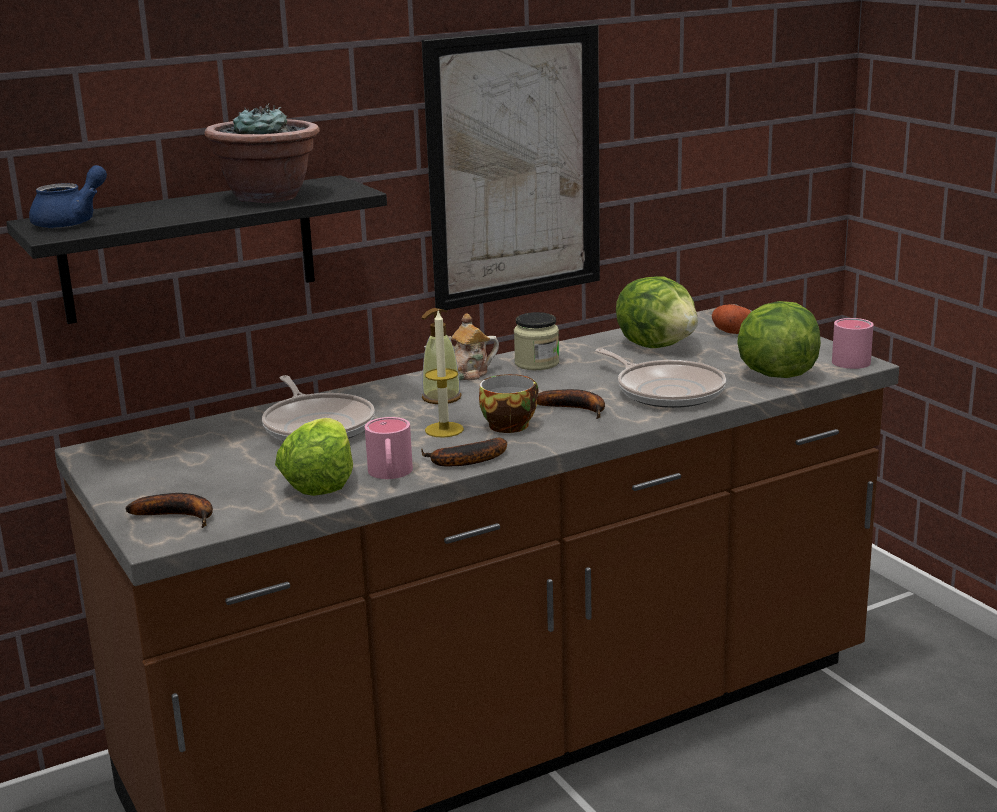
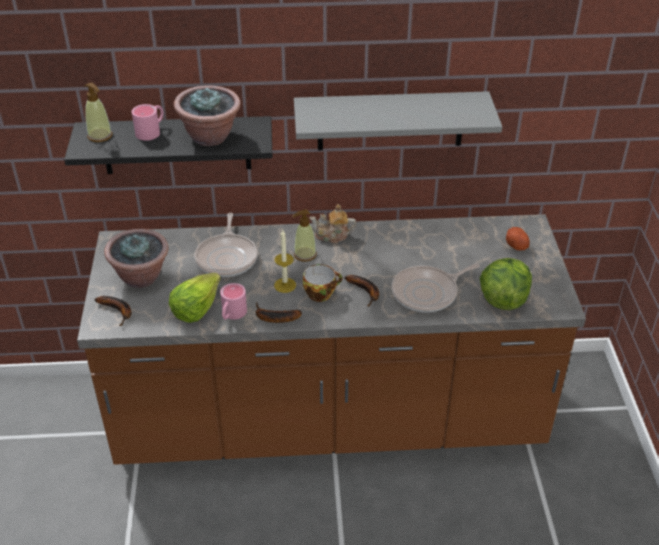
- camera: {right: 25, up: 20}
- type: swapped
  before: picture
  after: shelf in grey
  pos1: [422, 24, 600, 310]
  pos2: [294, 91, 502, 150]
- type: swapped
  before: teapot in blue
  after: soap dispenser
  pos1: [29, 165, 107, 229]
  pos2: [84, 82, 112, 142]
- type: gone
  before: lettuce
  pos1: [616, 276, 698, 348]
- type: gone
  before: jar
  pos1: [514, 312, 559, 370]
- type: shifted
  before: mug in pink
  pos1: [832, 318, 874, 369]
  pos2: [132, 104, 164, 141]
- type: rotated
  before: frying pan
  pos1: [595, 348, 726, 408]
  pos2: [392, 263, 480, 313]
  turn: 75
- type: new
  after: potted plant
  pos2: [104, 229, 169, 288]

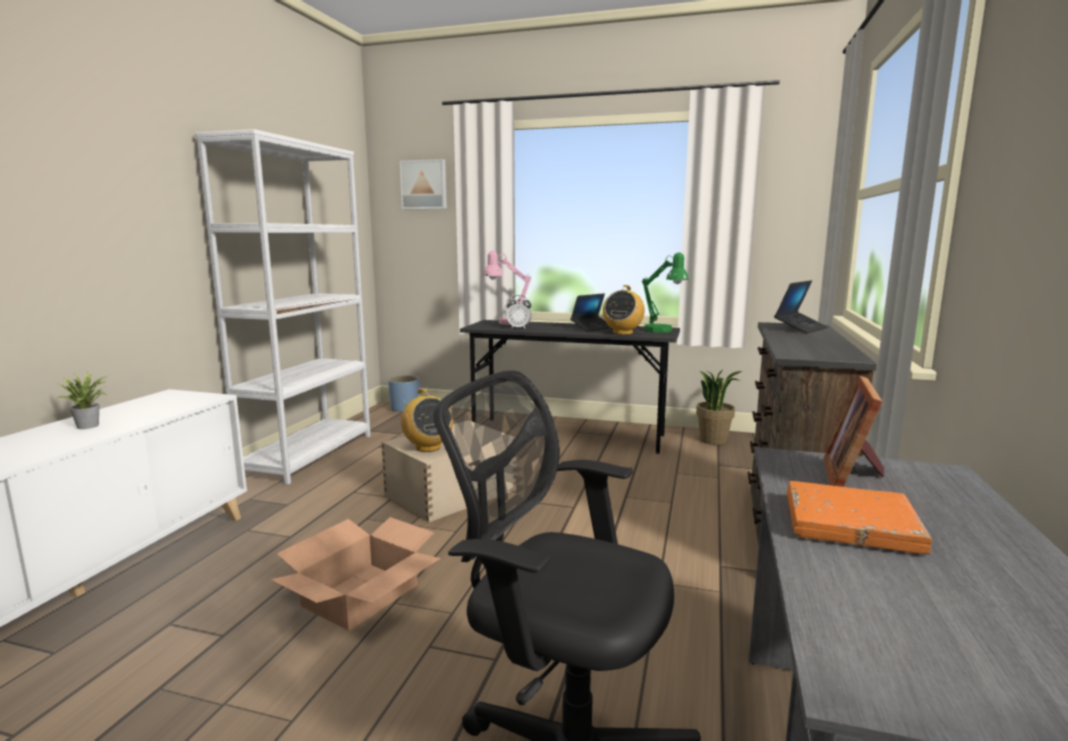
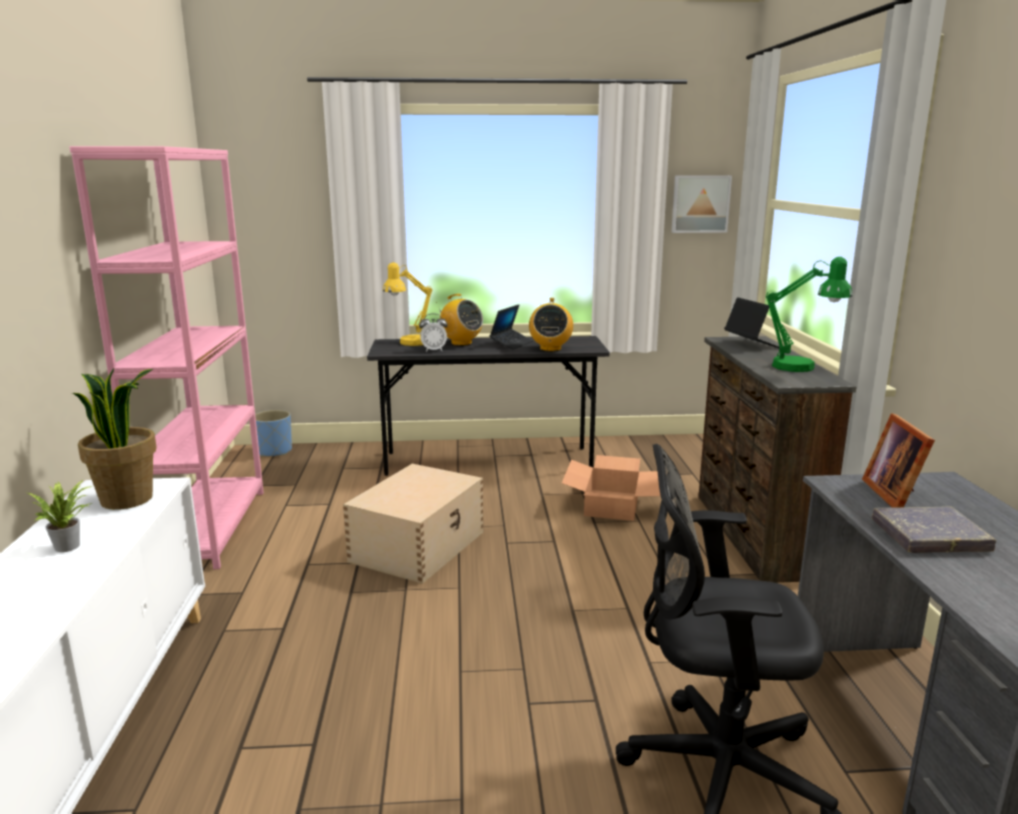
- camera: {right: -20, up: 5}
- type: repainted
  before: bookcase in white
  after: bookcase in pink
  pos1: [195, 129, 371, 485]
  pos2: [69, 146, 264, 569]
- type: shifted
  before: picture
  pos1: [399, 159, 447, 209]
  pos2: [671, 175, 732, 233]
- type: repainted
  before: table lamp in pink
  after: table lamp in yellow
  pos1: [483, 251, 531, 325]
  pos2: [383, 262, 433, 346]
- type: shifted
  before: table lamp in green
  pos1: [642, 253, 689, 333]
  pos2: [766, 257, 852, 372]
- type: rotated
  before: laptop
  pos1: [774, 280, 828, 334]
  pos2: [724, 297, 780, 348]
  turn: -45
- type: shifted
  before: potted plant
  pos1: [696, 370, 742, 445]
  pos2: [72, 368, 157, 510]
- type: shifted
  before: radio
  pos1: [401, 389, 453, 452]
  pos2: [436, 294, 483, 346]
- type: repainted
  before: book in orange
  after: book in grey
  pos1: [787, 481, 932, 555]
  pos2: [872, 506, 996, 553]
- type: shifted
  before: cardboard box
  pos1: [270, 517, 441, 631]
  pos2: [562, 455, 660, 521]

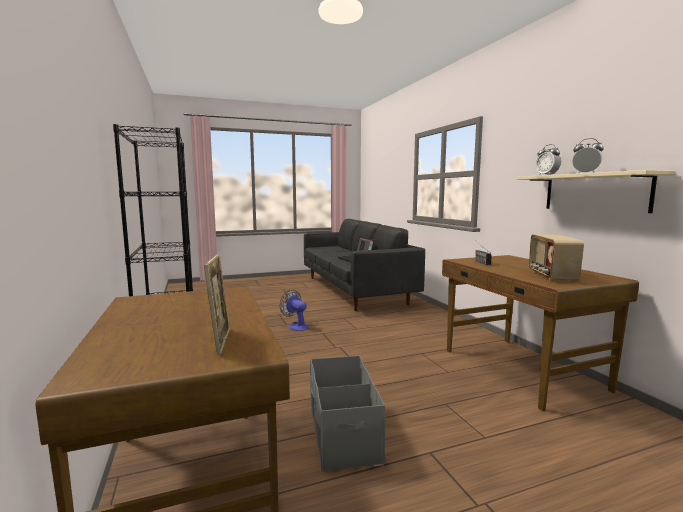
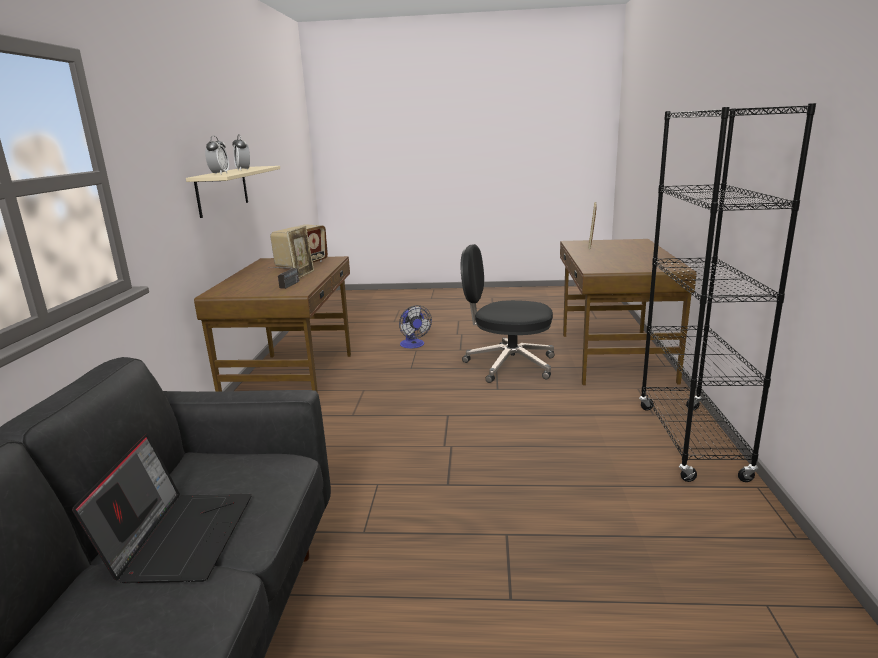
- camera: {right: -155, up: 10}
- type: shifted
  before: fan
  pos1: [280, 290, 309, 331]
  pos2: [399, 305, 432, 348]
- type: swapped
  before: storage box in grey
  after: office chair in black
  pos1: [310, 356, 386, 471]
  pos2: [461, 244, 554, 383]
- type: new
  after: picture frame
  pos2: [286, 226, 314, 279]

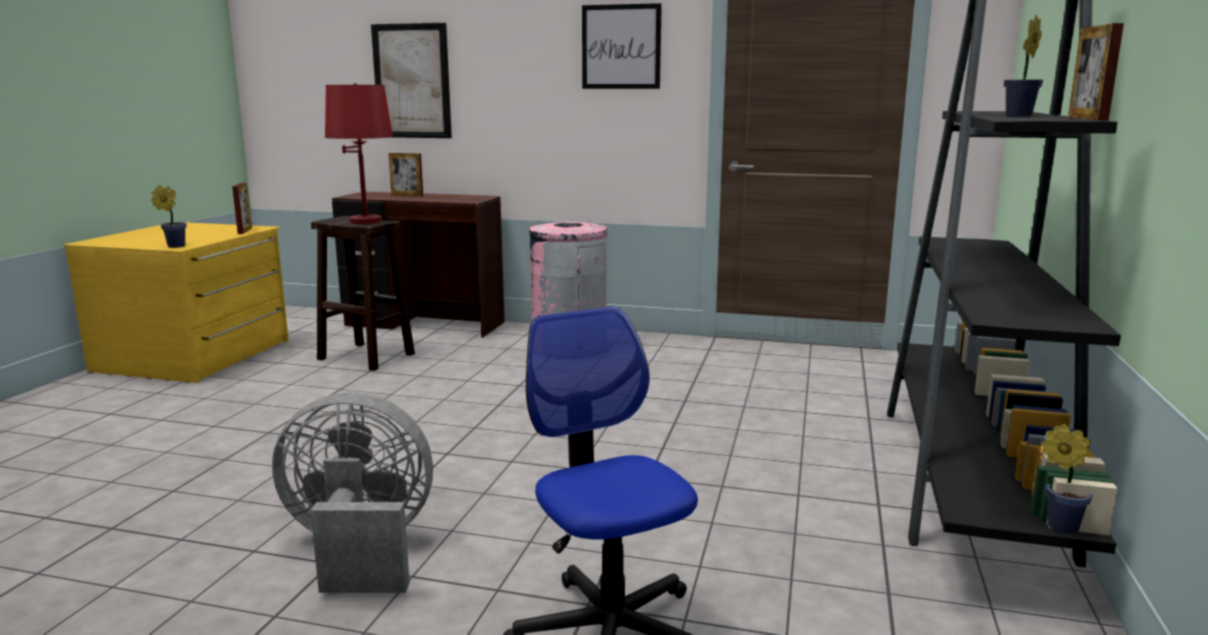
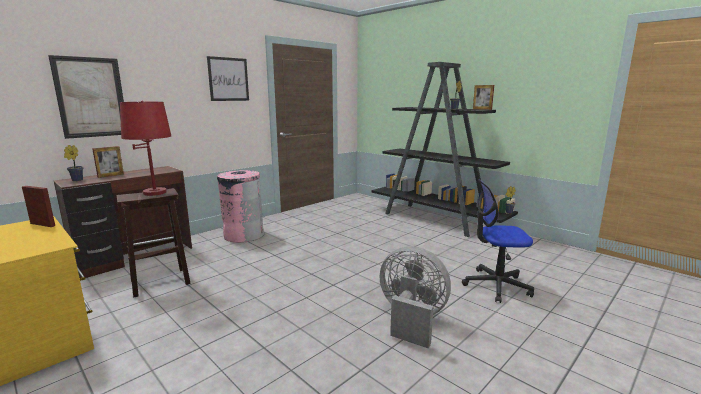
- camera: {right: -60, up: 0}
- type: shifted
  before: potted plant
  pos1: [151, 185, 186, 248]
  pos2: [64, 145, 83, 181]
- type: rotated
  before: fan in grey
  pos1: [272, 392, 433, 593]
  pos2: [380, 246, 451, 348]
  turn: 90

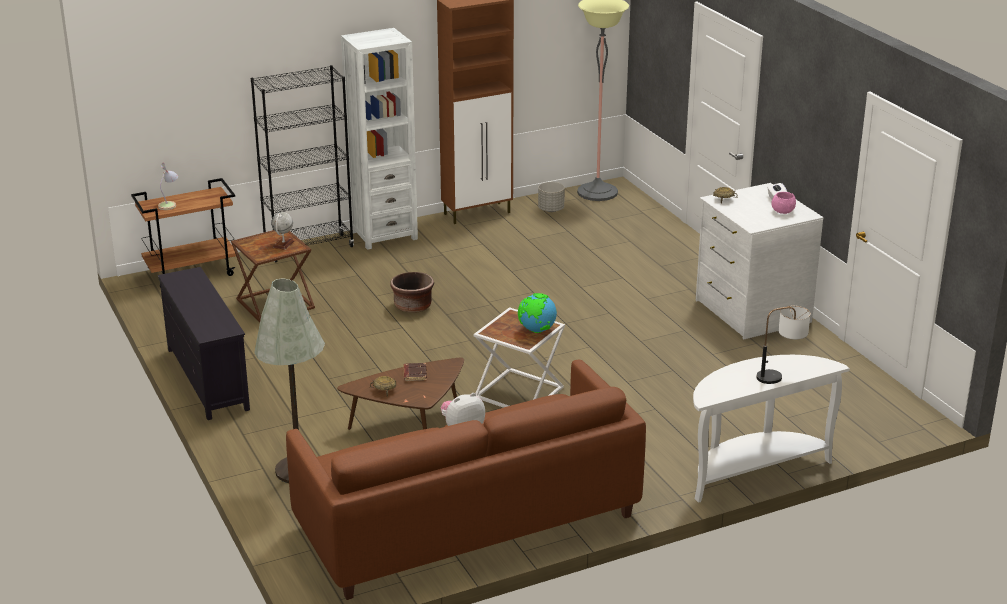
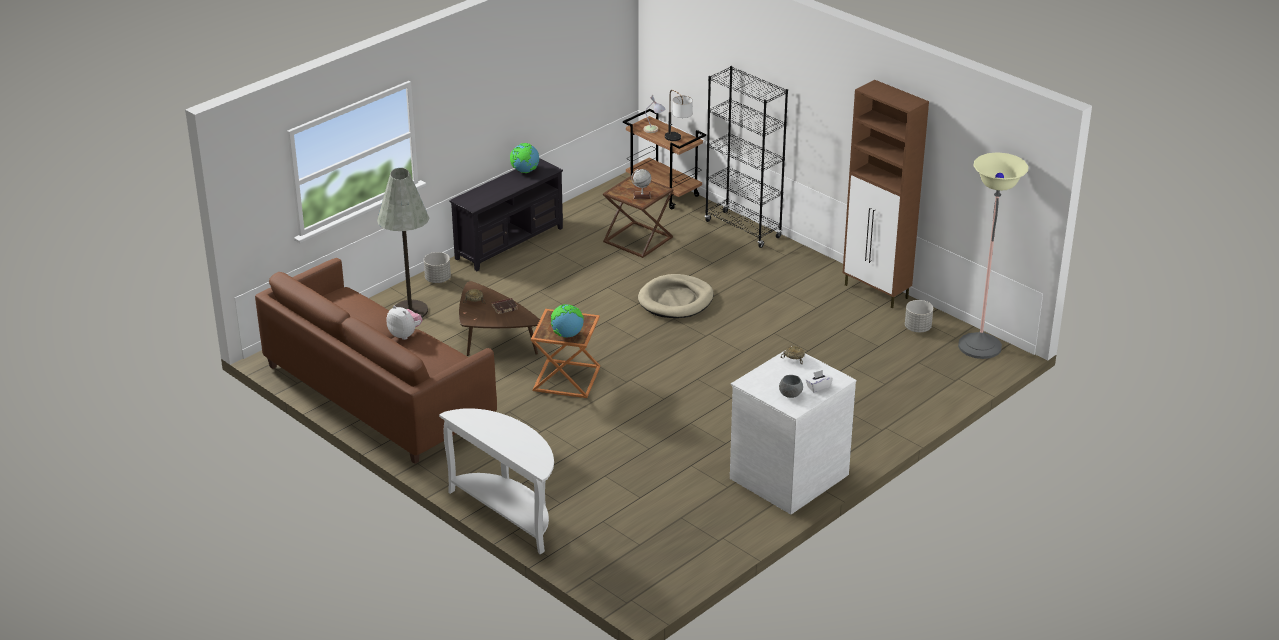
- camera: {right: 70, up: 5}
- type: gone
  before: bookcase in white
  pos1: [341, 28, 418, 250]
- type: repainted
  before: bowl in pink
  after: bowl in grey
  pos1: [771, 192, 796, 214]
  pos2: [779, 375, 803, 398]
- type: swapped
  before: planter in brown
  after: dog bed in beige
  pos1: [390, 272, 434, 313]
  pos2: [638, 274, 714, 318]
- type: shifted
  before: table lamp
  pos1: [756, 305, 810, 384]
  pos2: [665, 90, 693, 141]
- type: repainted
  before: side table in white
  after: side table in orange
  pos1: [474, 307, 565, 408]
  pos2: [531, 309, 600, 398]
- type: new
  after: globe
  pos2: [510, 143, 539, 173]
- type: new
  after: planter in grey
  pos2: [424, 252, 451, 283]

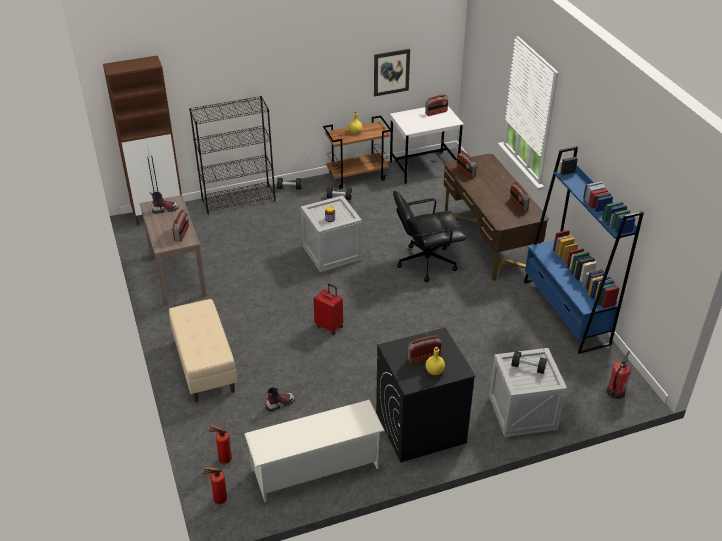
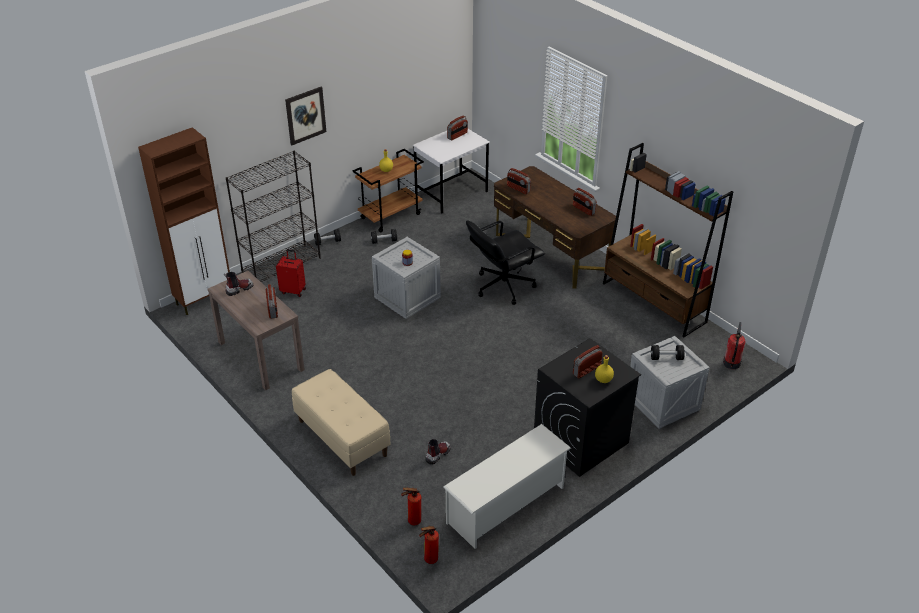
- camera: {right: -20, up: 0}
- type: shifted
  before: picture
  pos1: [374, 49, 410, 96]
  pos2: [285, 87, 326, 145]
- type: repainted
  before: bookcase in blue
  after: bookcase in brown
  pos1: [524, 146, 644, 354]
  pos2: [603, 143, 733, 338]
- type: shifted
  before: suitcase in red
  pos1: [314, 284, 343, 335]
  pos2: [276, 249, 306, 297]

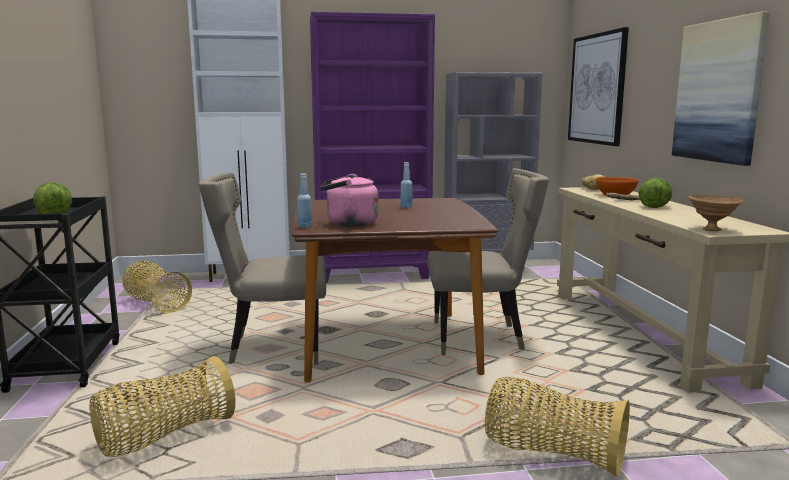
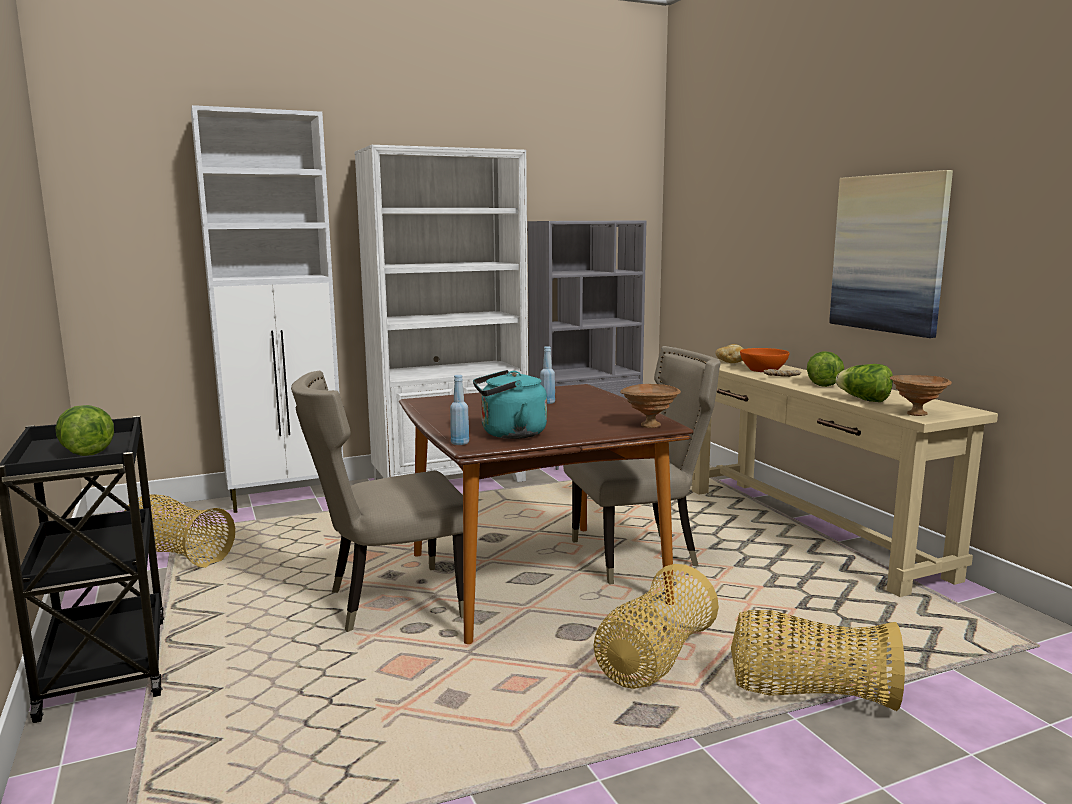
- camera: {right: -15, up: 0}
- type: repainted
  before: bookcase in purple
  after: bookcase in white
  pos1: [310, 12, 435, 283]
  pos2: [354, 145, 528, 482]
- type: gone
  before: picture
  pos1: [568, 27, 629, 146]
- type: repainted
  before: kettle in pink
  after: kettle in turquoise
  pos1: [321, 174, 378, 227]
  pos2: [473, 370, 547, 439]
- type: shifted
  before: basket
  pos1: [89, 356, 235, 457]
  pos2: [593, 564, 719, 689]
- type: new
  after: lettuce
  pos2: [836, 364, 893, 402]
- type: new
  after: bowl in brown
  pos2: [620, 384, 681, 428]

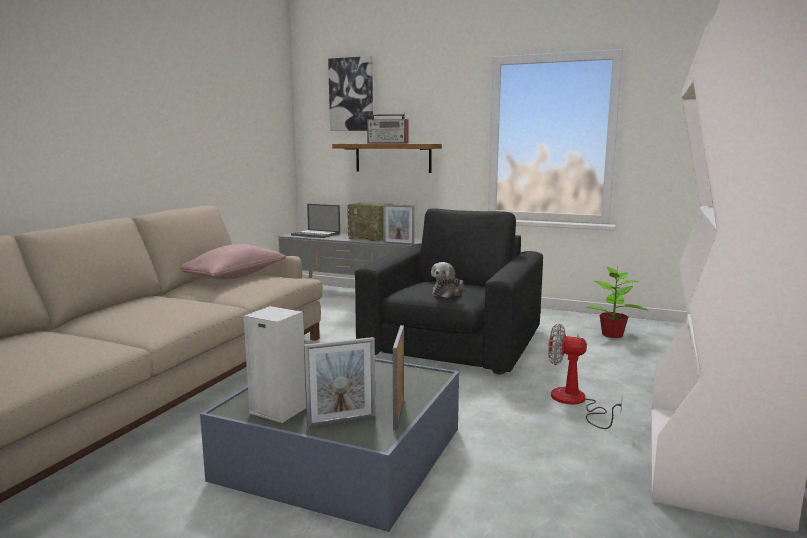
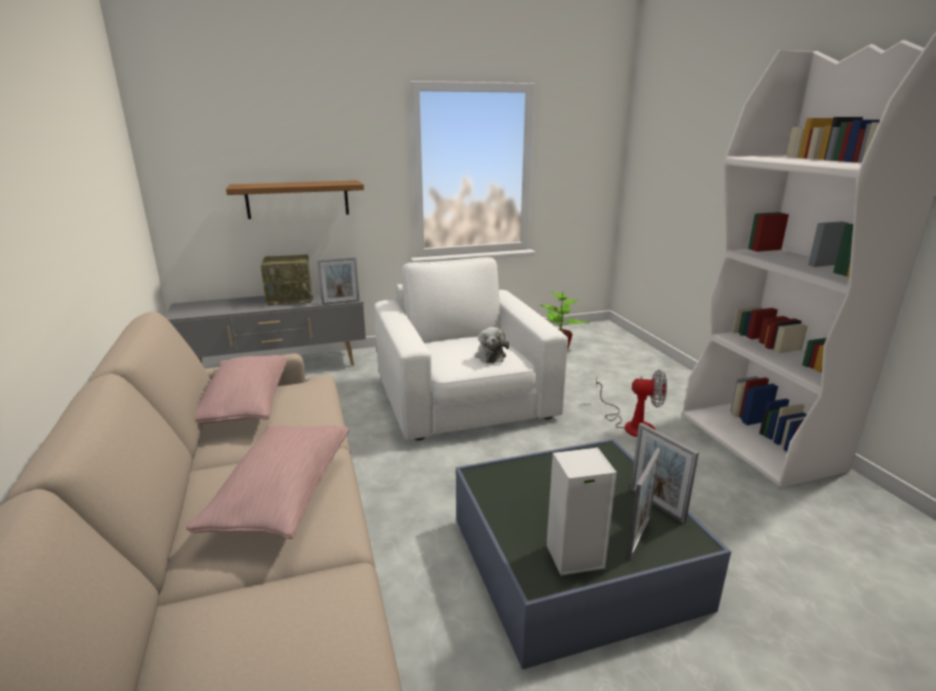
- camera: {right: -40, up: 10}
- type: gone
  before: picture
  pos1: [328, 56, 373, 131]
- type: gone
  before: radio
  pos1: [367, 112, 408, 144]
- type: gone
  before: laptop
  pos1: [291, 204, 340, 238]
- type: repainted
  before: armchair in black
  after: armchair in white
  pos1: [355, 208, 543, 375]
  pos2: [374, 257, 568, 441]
- type: rotated
  before: fan
  pos1: [548, 323, 622, 429]
  pos2: [596, 370, 667, 437]
  turn: -150
- type: new
  after: pillow in pink
  pos2: [186, 424, 349, 539]

